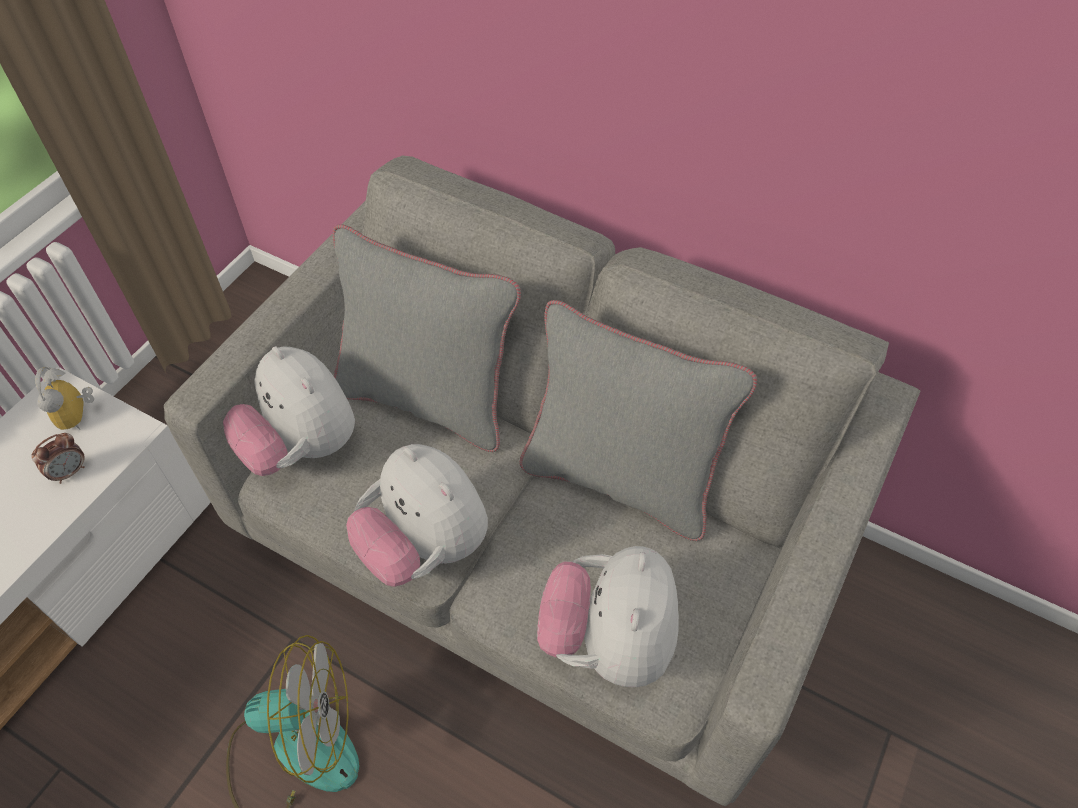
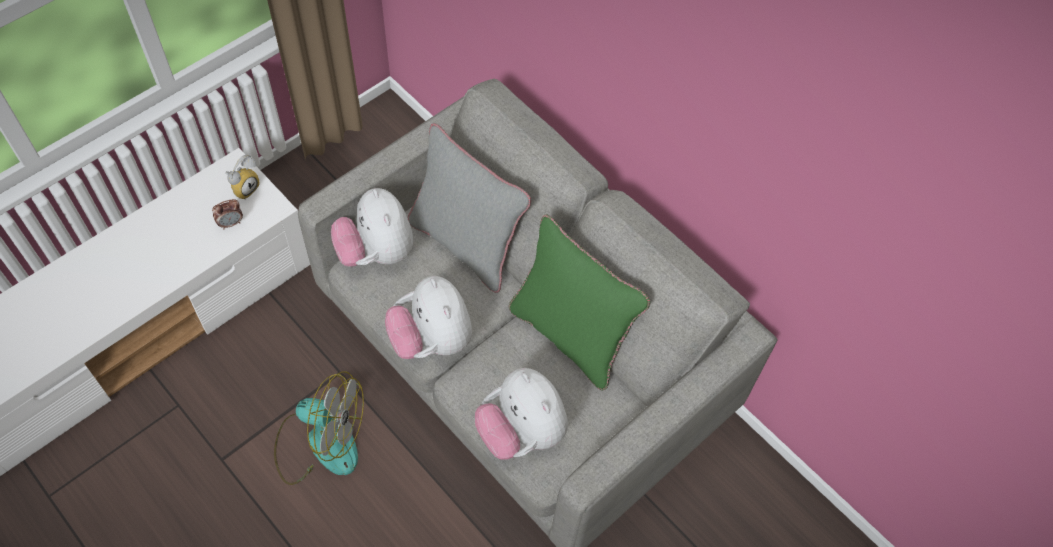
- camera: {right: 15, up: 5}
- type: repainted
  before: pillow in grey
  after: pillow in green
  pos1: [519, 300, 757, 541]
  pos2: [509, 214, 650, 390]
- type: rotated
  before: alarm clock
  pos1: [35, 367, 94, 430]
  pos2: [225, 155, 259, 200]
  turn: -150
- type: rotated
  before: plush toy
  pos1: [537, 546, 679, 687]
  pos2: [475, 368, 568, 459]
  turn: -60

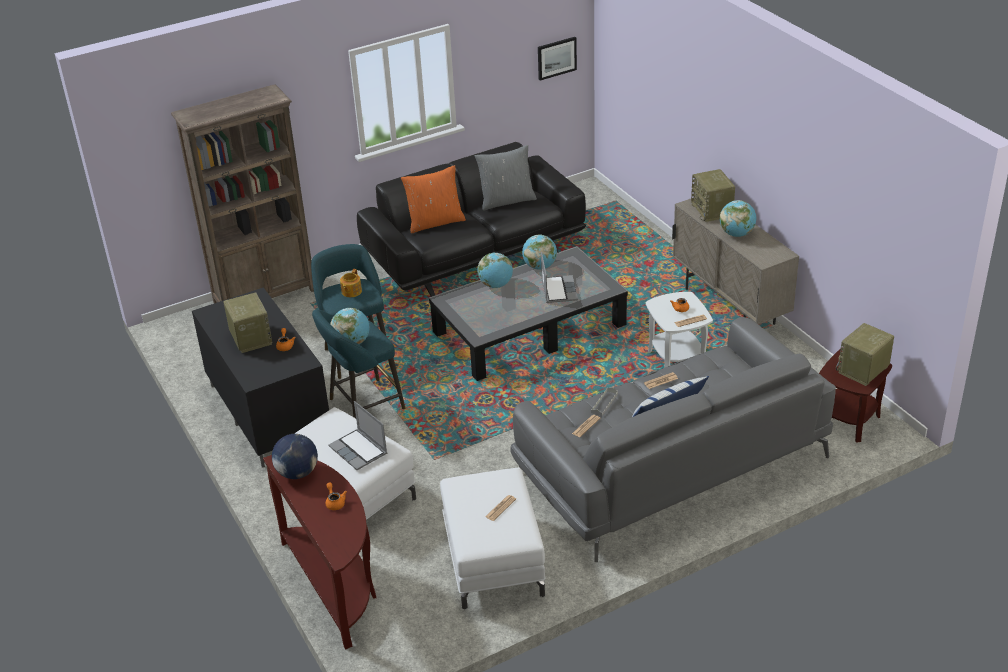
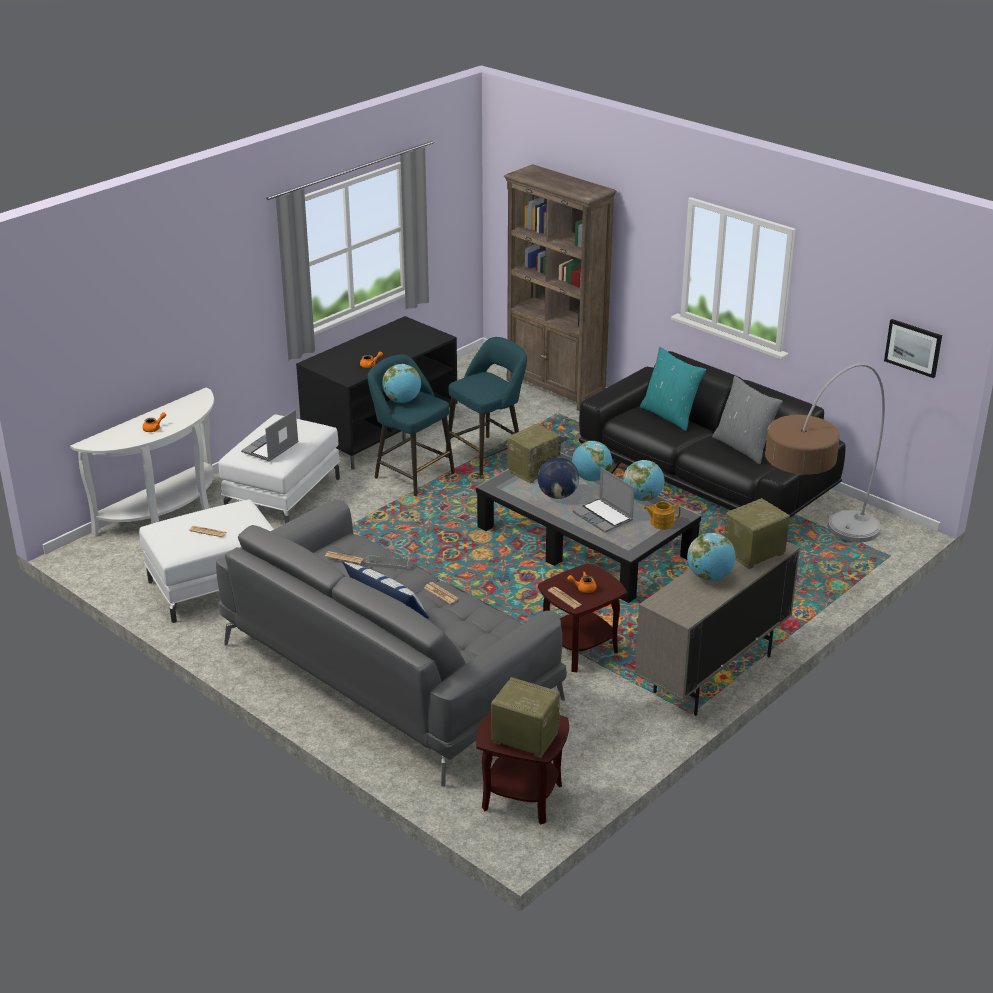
- camera: {right: 70, up: -5}
- type: repainted
  before: pillow in orange
  after: pillow in turquoise
  pos1: [401, 165, 466, 234]
  pos2: [640, 347, 706, 431]
- type: rotated
  before: laptop
  pos1: [541, 252, 578, 303]
  pos2: [573, 468, 635, 533]
  turn: 75
- type: shifted
  before: teapot
  pos1: [340, 269, 362, 297]
  pos2: [644, 501, 681, 529]
- type: shifted
  before: radio
  pos1: [223, 292, 273, 353]
  pos2: [507, 424, 561, 483]
- type: repainted
  before: side table in white
  after: side table in brown
  pos1: [646, 292, 713, 368]
  pos2: [538, 564, 627, 672]
- type: shifted
  before: globe
  pos1: [272, 434, 318, 479]
  pos2: [538, 457, 579, 499]
- type: repainted
  before: console table in brown
  after: console table in white
  pos1: [263, 455, 376, 650]
  pos2: [70, 388, 215, 536]
- type: new
  after: floor lamp
  pos2: [765, 363, 885, 542]

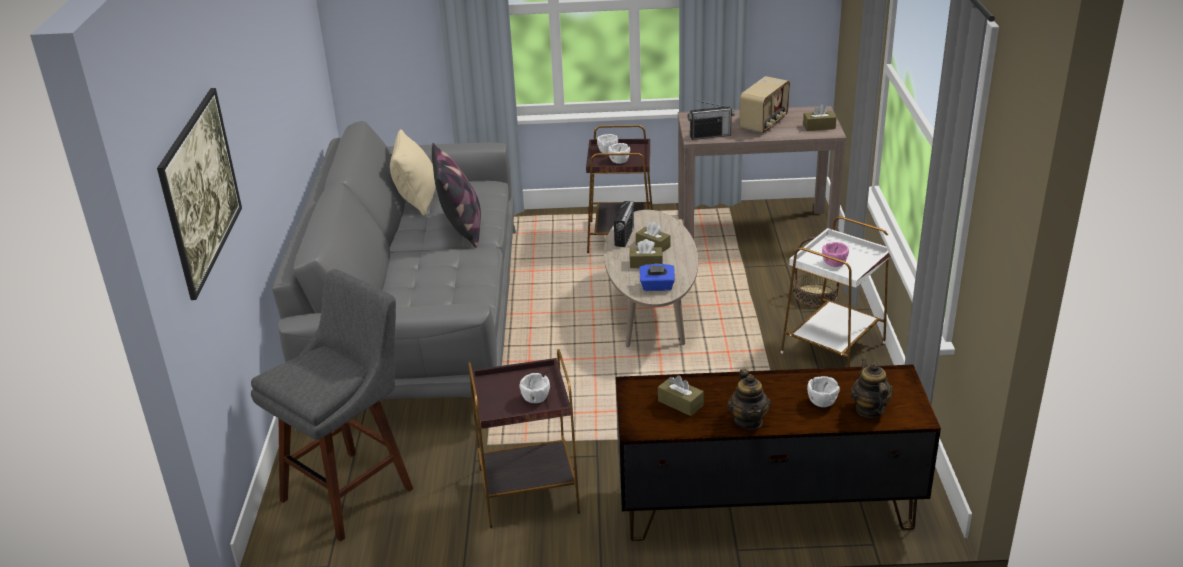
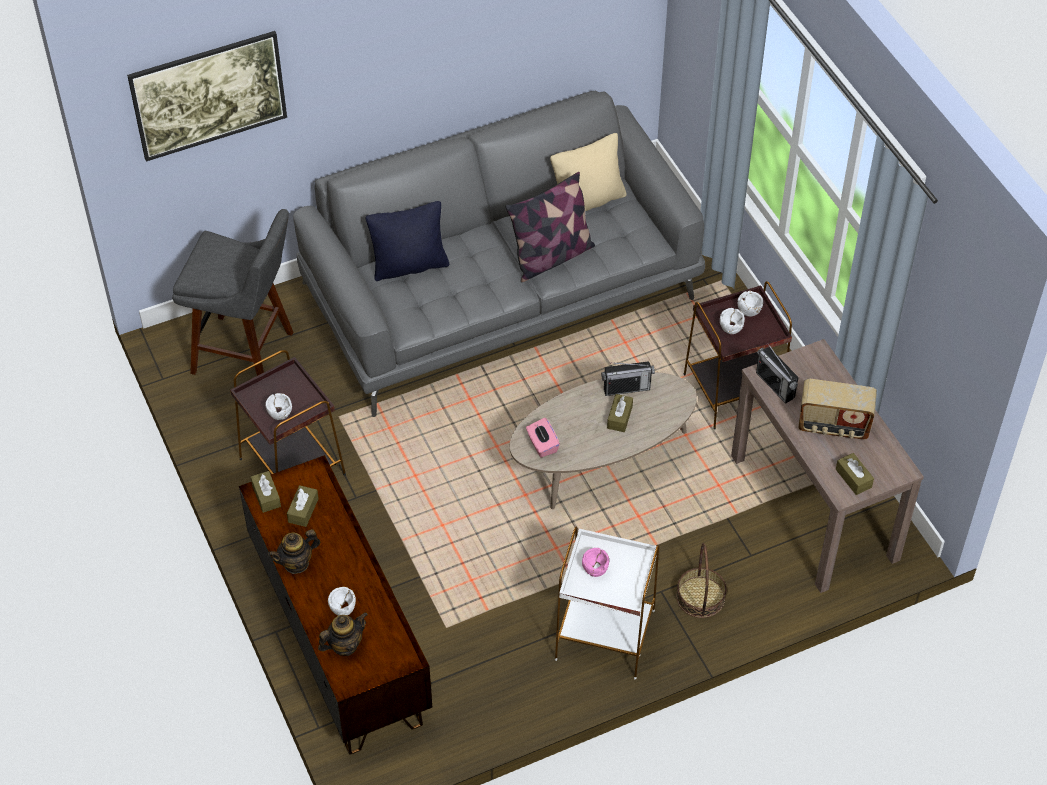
- camera: {right: 65, up: 20}
- type: shifted
  before: tissue box in brown
  pos1: [629, 239, 663, 268]
  pos2: [251, 471, 281, 513]
- type: repainted
  before: tissue box in blue
  after: tissue box in pink
  pos1: [639, 264, 675, 291]
  pos2: [526, 417, 560, 458]
- type: new
  after: pillow in black
  pos2: [366, 201, 449, 281]

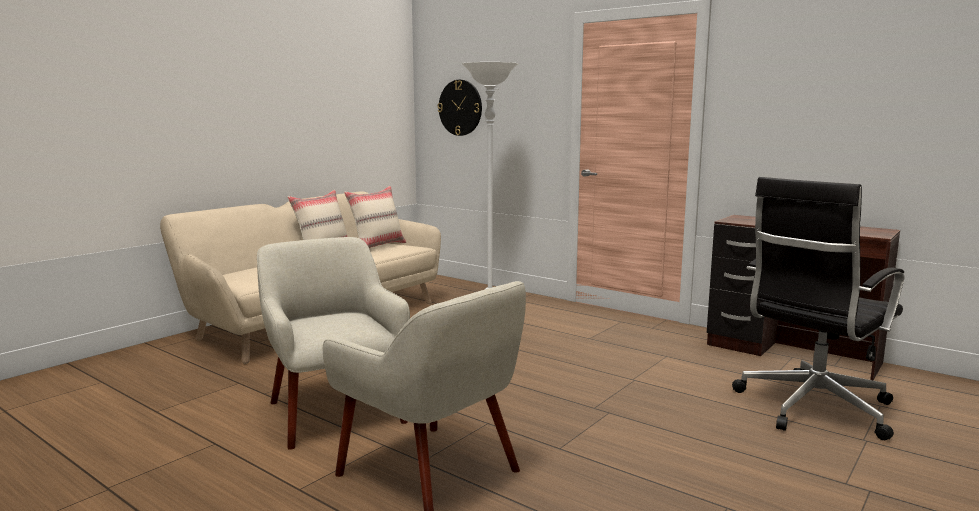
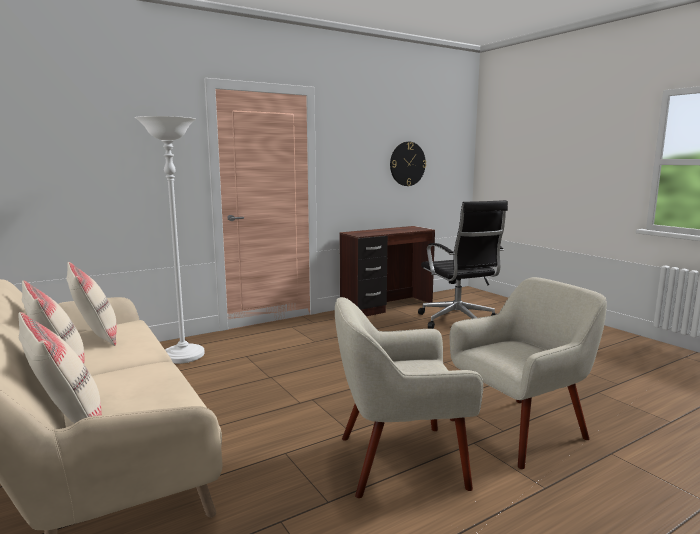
- camera: {right: -70, up: 0}
- type: shifted
  before: wall clock
  pos1: [438, 80, 482, 136]
  pos2: [390, 142, 426, 186]
- type: new
  after: pillow in beige
  pos2: [18, 312, 102, 423]

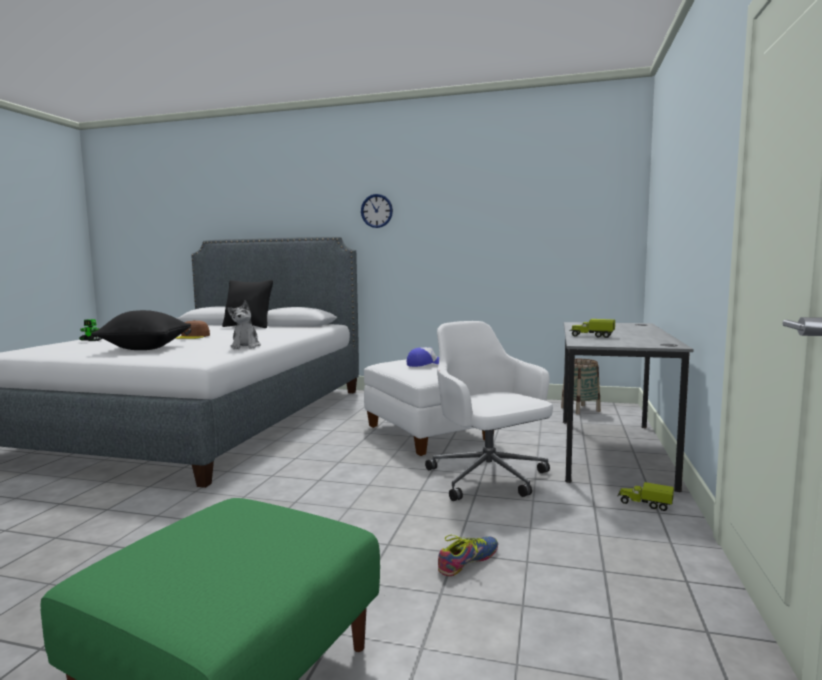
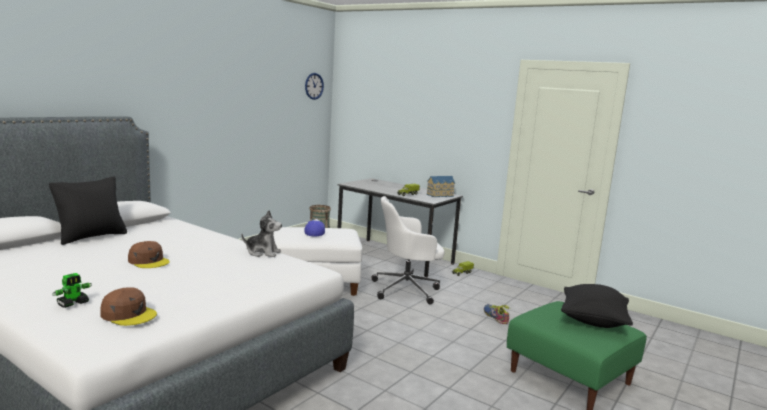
- camera: {right: -70, up: 5}
- type: shifted
  before: wall clock
  pos1: [361, 194, 393, 228]
  pos2: [305, 73, 324, 100]
- type: shifted
  before: pillow in black
  pos1: [91, 310, 191, 350]
  pos2: [561, 284, 633, 328]
- type: new
  after: toy house
  pos2: [427, 176, 455, 197]
- type: new
  after: cap in brown
  pos2: [100, 287, 157, 326]

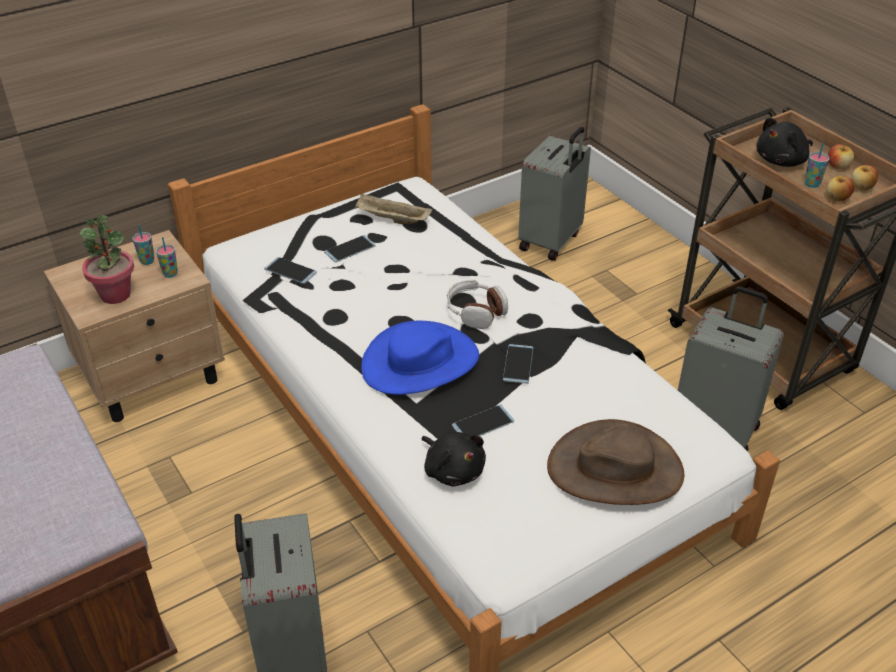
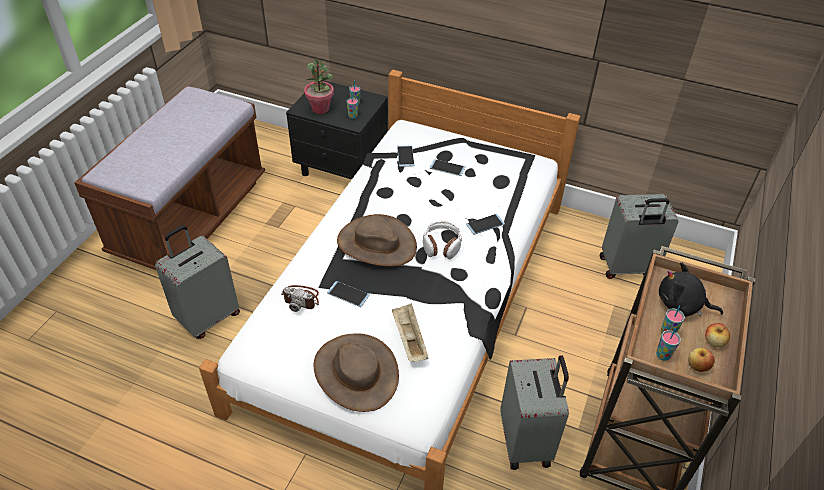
- camera: {right: 55, up: 5}
- type: swapped
  before: apple
  after: cup
  pos1: [827, 176, 855, 202]
  pos2: [656, 328, 681, 361]
- type: shifted
  before: tray in beige
  pos1: [355, 194, 432, 224]
  pos2: [392, 303, 429, 362]
- type: repainted
  before: nightstand in beige
  after: nightstand in black
  pos1: [44, 230, 225, 422]
  pos2: [286, 80, 388, 179]
- type: repainted
  before: hat in blue
  after: hat in brown
  pos1: [361, 321, 479, 395]
  pos2: [337, 214, 417, 267]
- type: shifted
  before: phone
  pos1: [503, 344, 533, 384]
  pos2: [466, 214, 505, 235]
- type: swapped
  before: plush toy in black
  after: photo camera
  pos1: [421, 432, 486, 486]
  pos2: [281, 285, 319, 312]

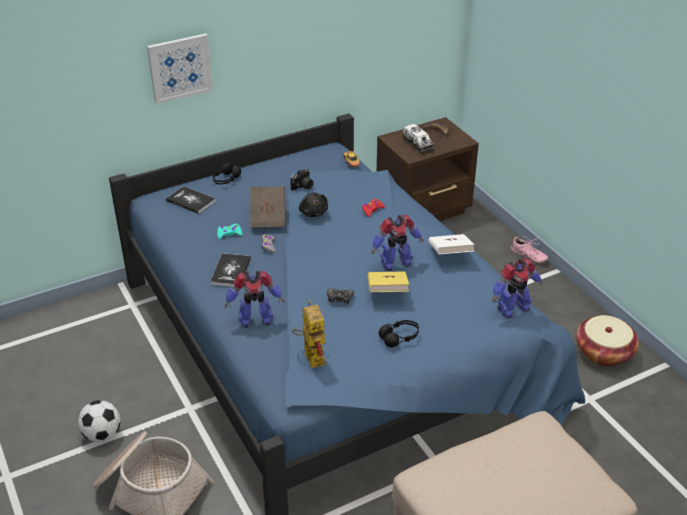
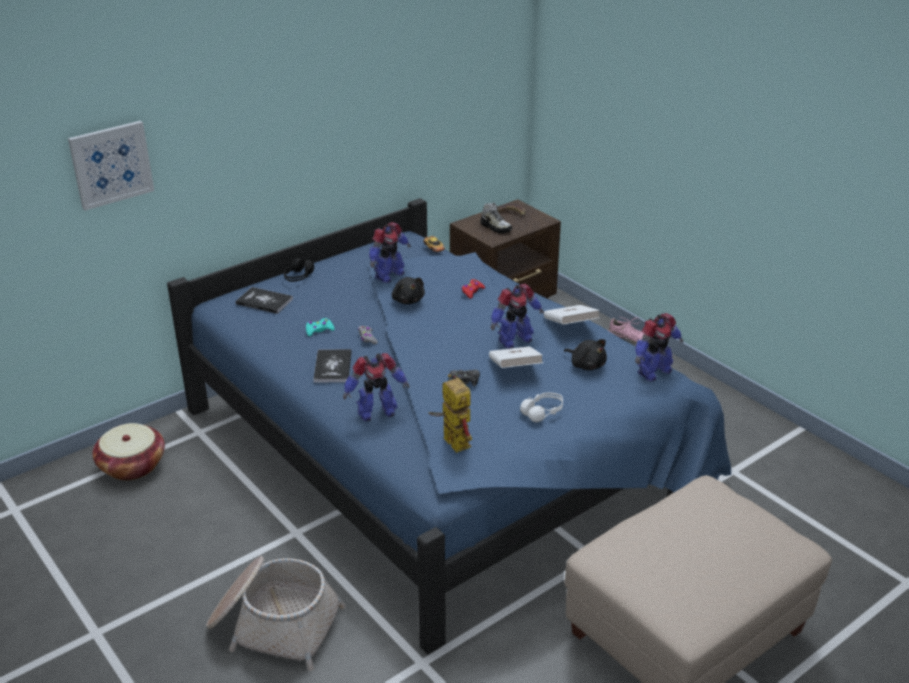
- camera: {right: -10, up: -5}
- type: shifted
  before: picture
  pos1: [147, 33, 213, 104]
  pos2: [68, 121, 154, 211]
- type: swapped
  before: toy truck
  after: shoe
  pos1: [402, 124, 434, 153]
  pos2: [480, 202, 512, 233]
- type: swapped
  before: photo camera
  after: toy robot
  pos1: [290, 169, 314, 191]
  pos2: [369, 222, 411, 283]
- type: gone
  before: book in brown
  pos1: [250, 186, 286, 228]
- type: repainted
  before: book in yellow
  after: book in white
  pos1: [368, 271, 409, 292]
  pos2: [489, 346, 543, 368]
- type: shifted
  before: basket
  pos1: [576, 315, 639, 366]
  pos2: [92, 423, 165, 480]
- type: repainted
  before: headphones in black
  after: headphones in white
  pos1: [379, 320, 419, 347]
  pos2: [520, 392, 563, 422]
- type: gone
  before: football
  pos1: [78, 400, 121, 442]
- type: new
  after: plush toy in black
  pos2: [564, 339, 607, 370]

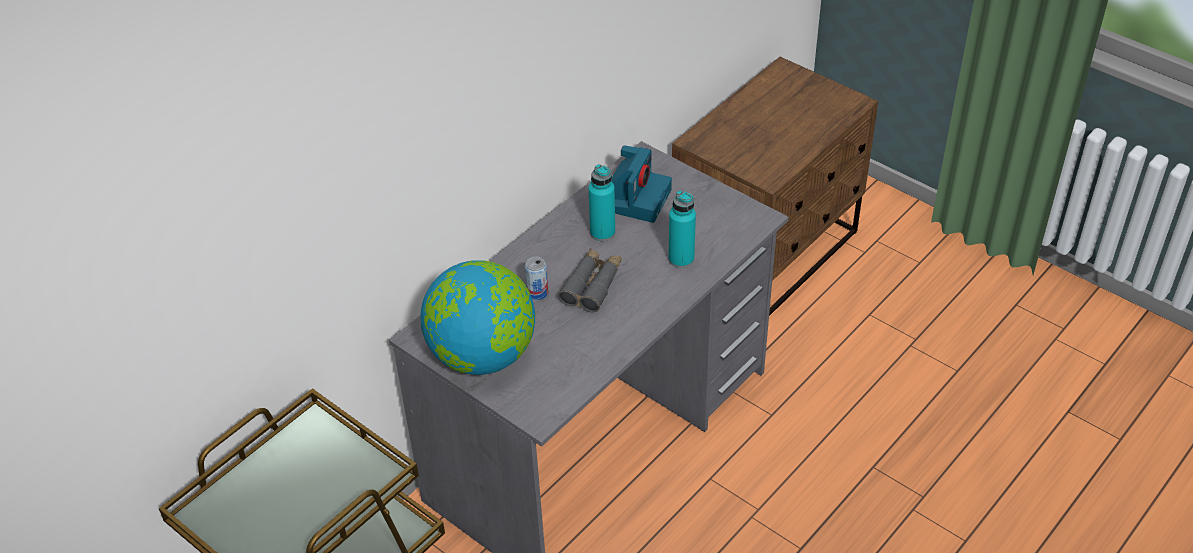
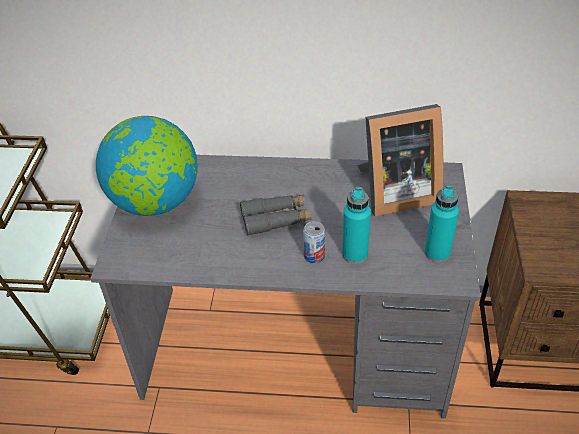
- camera: {right: 55, up: 0}
- type: swapped
  before: photo camera
  after: picture frame
  pos1: [612, 146, 672, 223]
  pos2: [357, 104, 443, 216]
- type: shifted
  before: bottle in turquoise
  pos1: [589, 164, 615, 241]
  pos2: [425, 185, 459, 262]
- type: shifted
  before: can
  pos1: [525, 257, 548, 300]
  pos2: [303, 221, 325, 263]

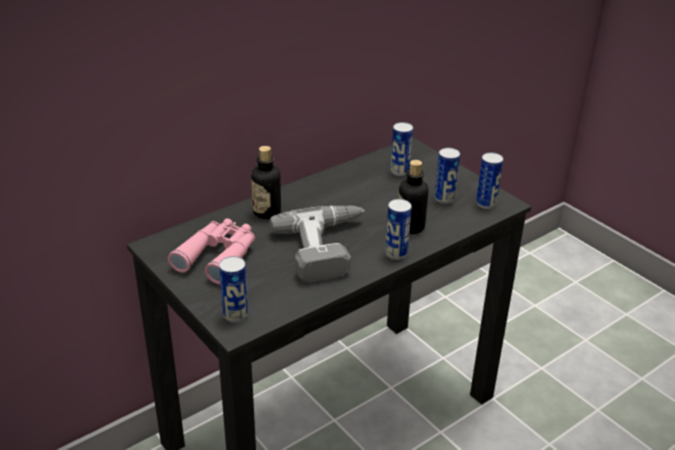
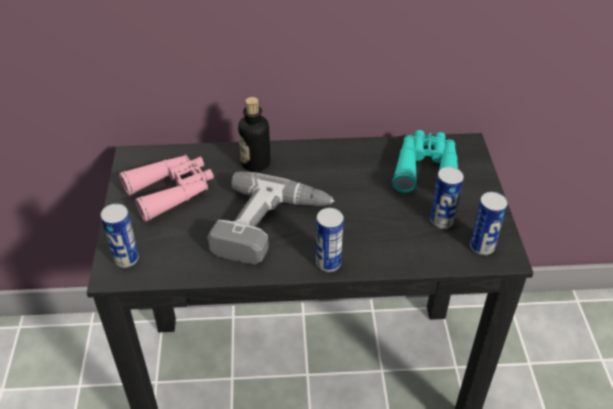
- camera: {right: 35, up: 10}
- type: swapped
  before: can
  after: binoculars in turquoise
  pos1: [390, 122, 413, 176]
  pos2: [392, 130, 458, 193]
- type: gone
  before: bottle
  pos1: [398, 160, 429, 234]

